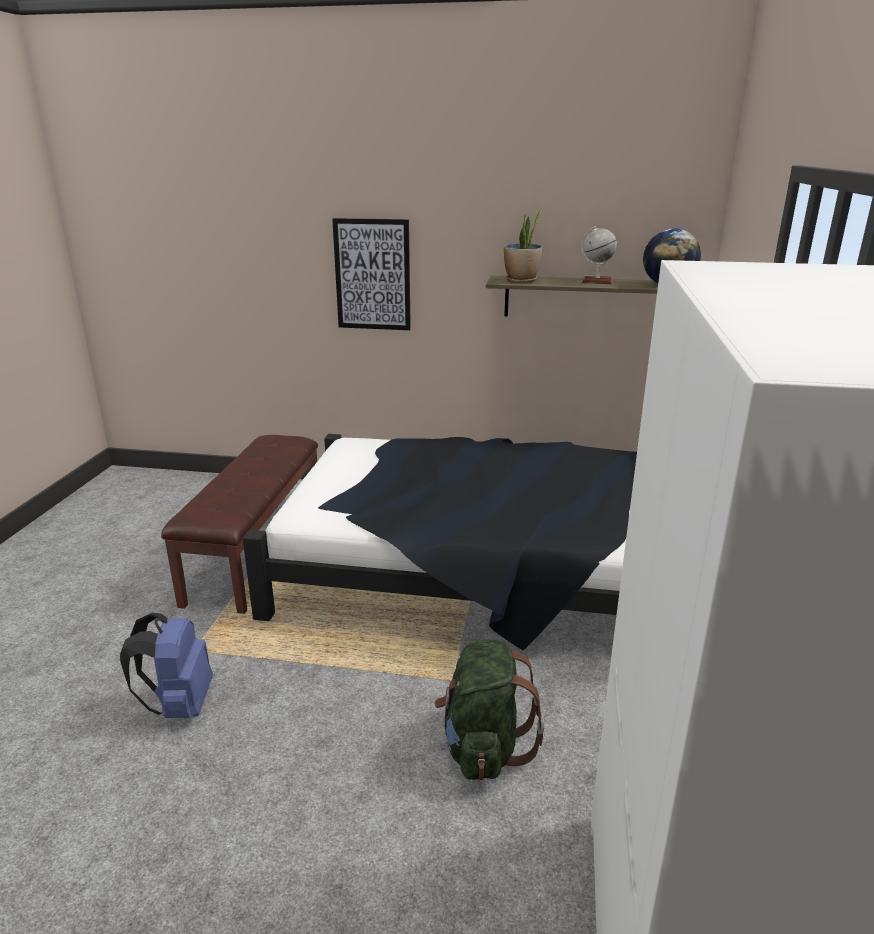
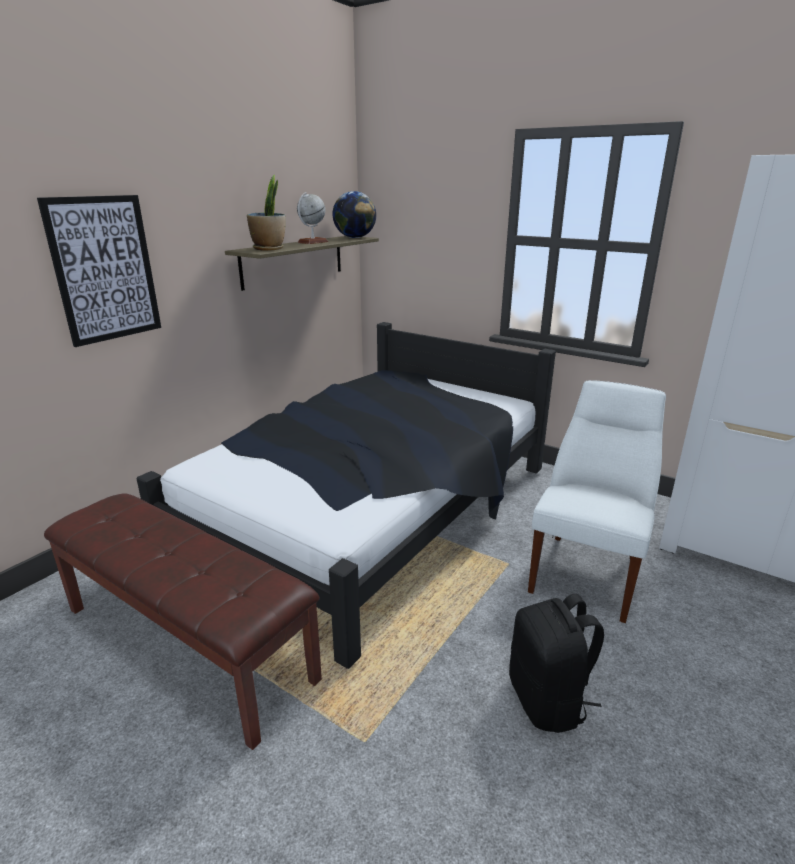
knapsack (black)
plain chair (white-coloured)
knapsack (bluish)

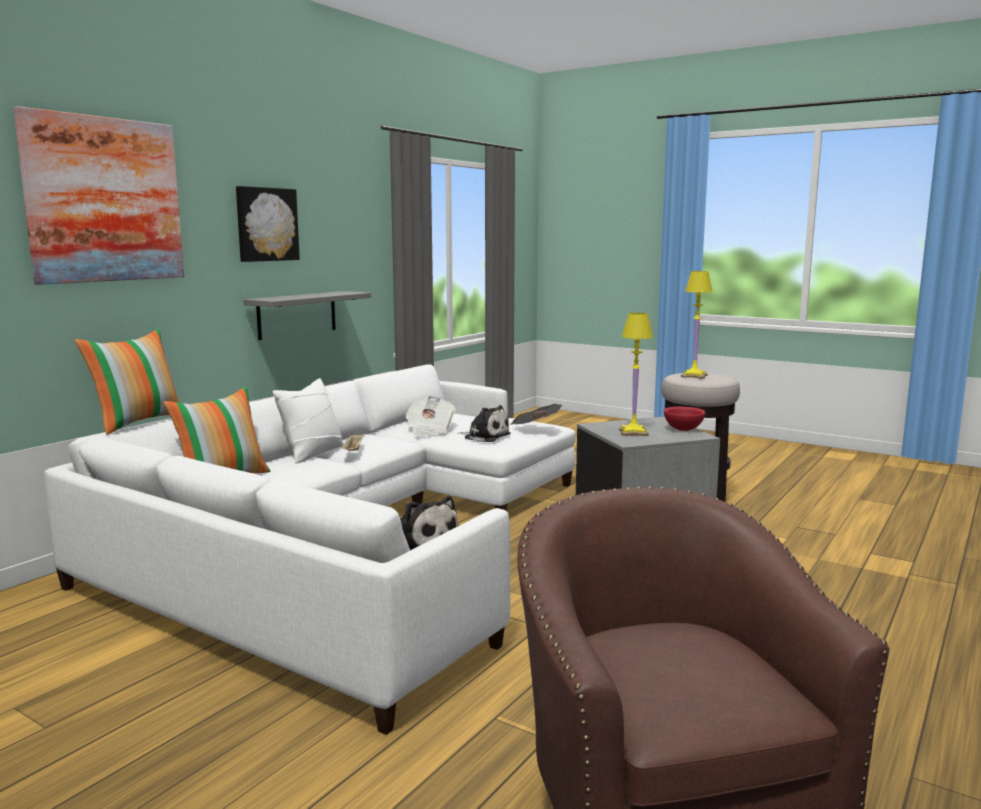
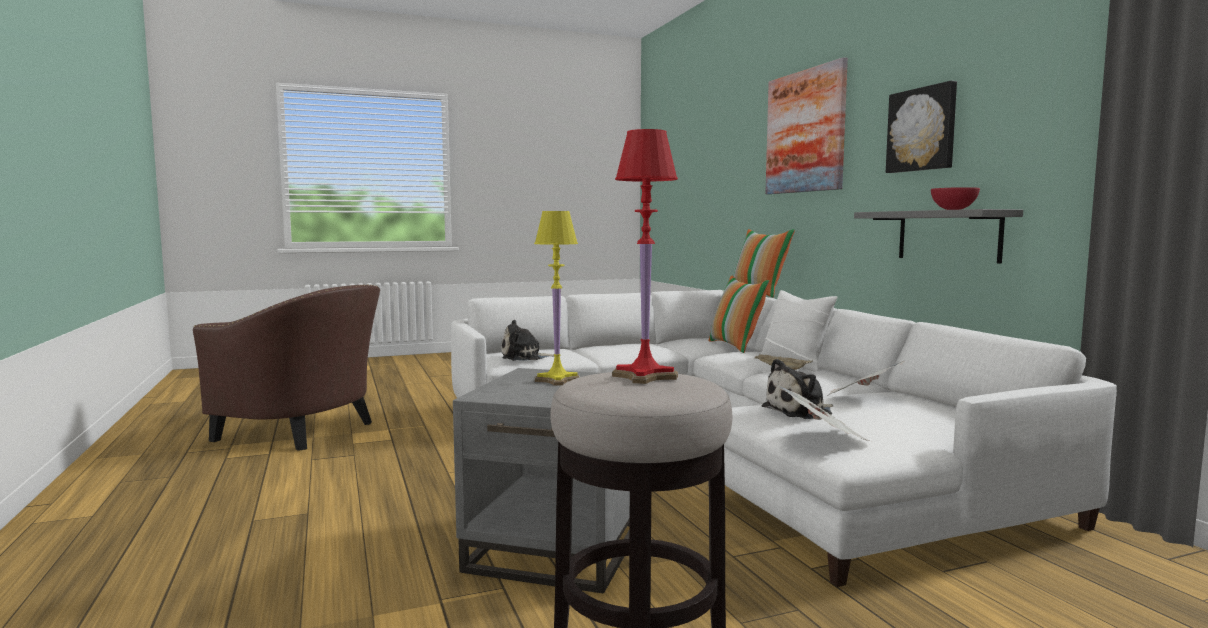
tabletop lamp (reddish)
bowl (reddish)

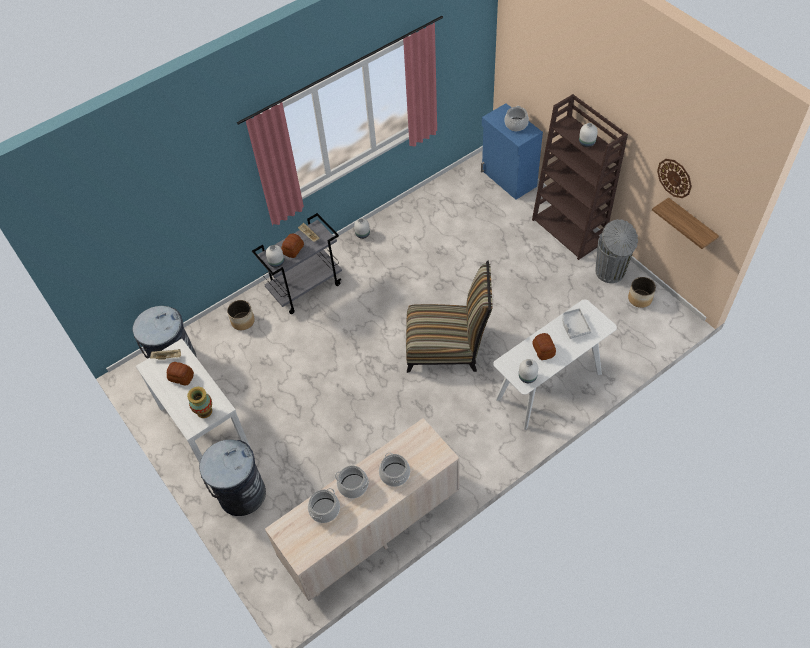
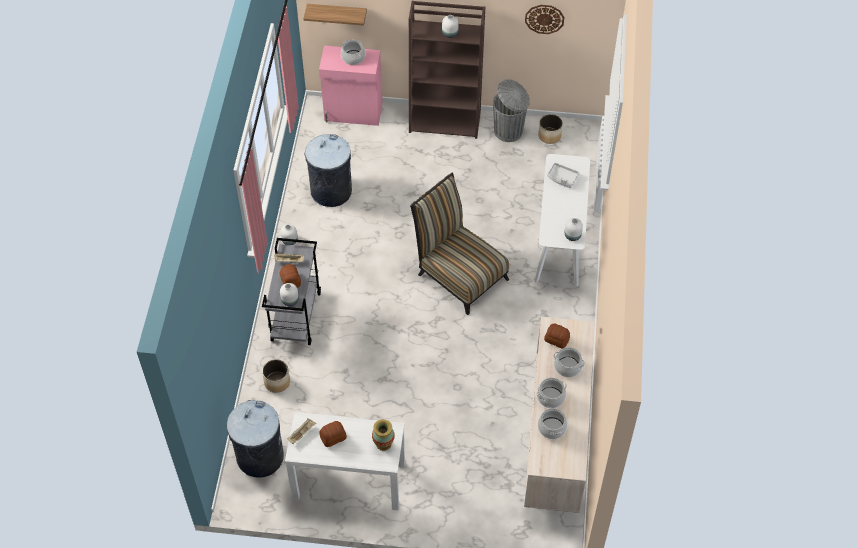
wall shelf
rubbish bin (grey) (no. 2 from left)
cupboard (pinkish)
plain chair
bread (no. 3 from left)

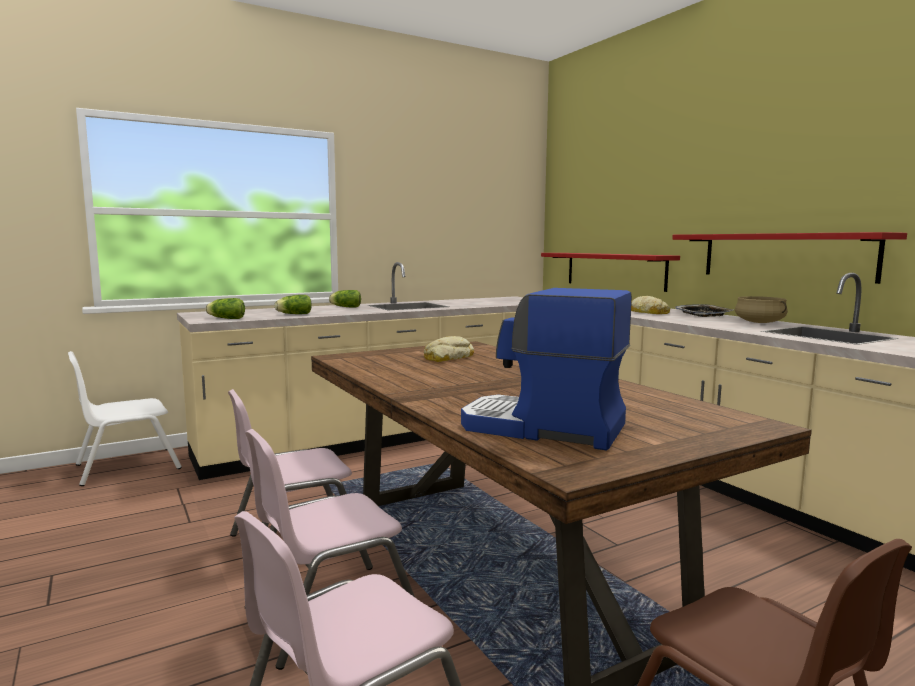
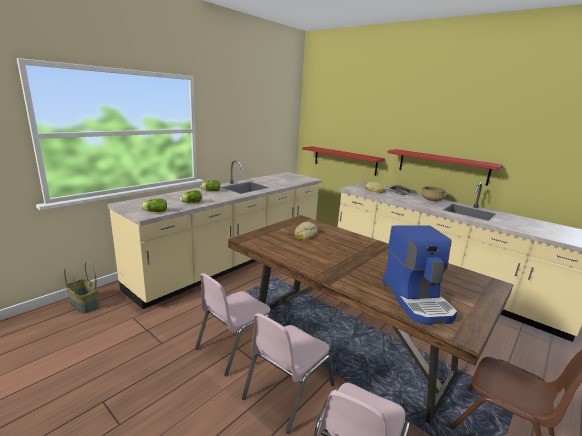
household basket
coffee maker

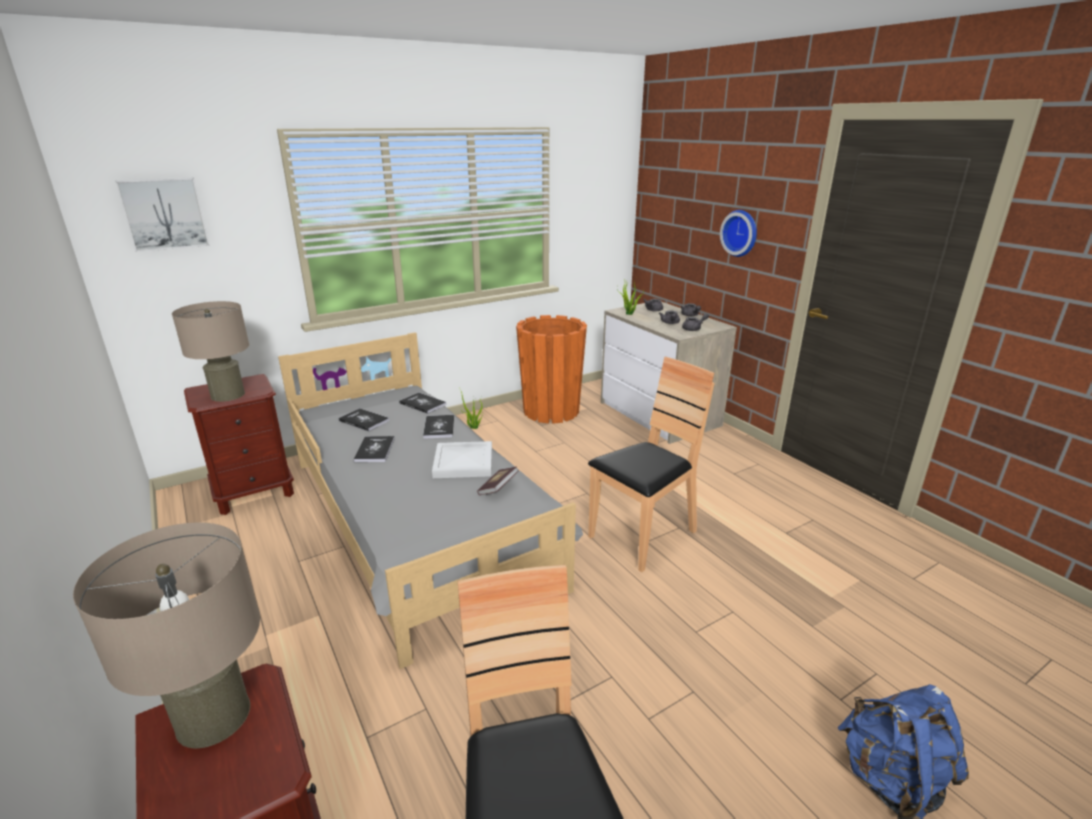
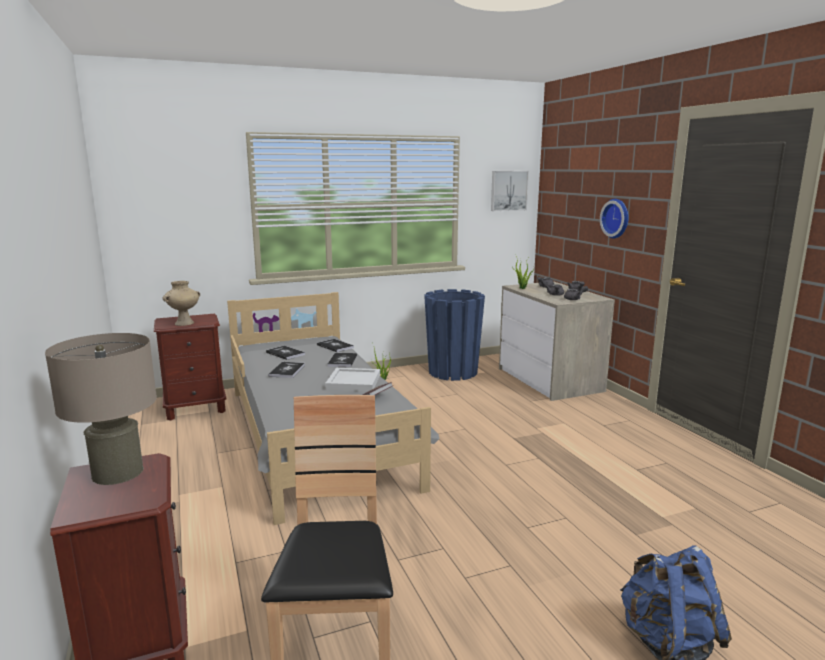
flower vase (beige-coloured)
planter (bluish)
wall art
plain chair (brown) (no. 2 from left in the first image)

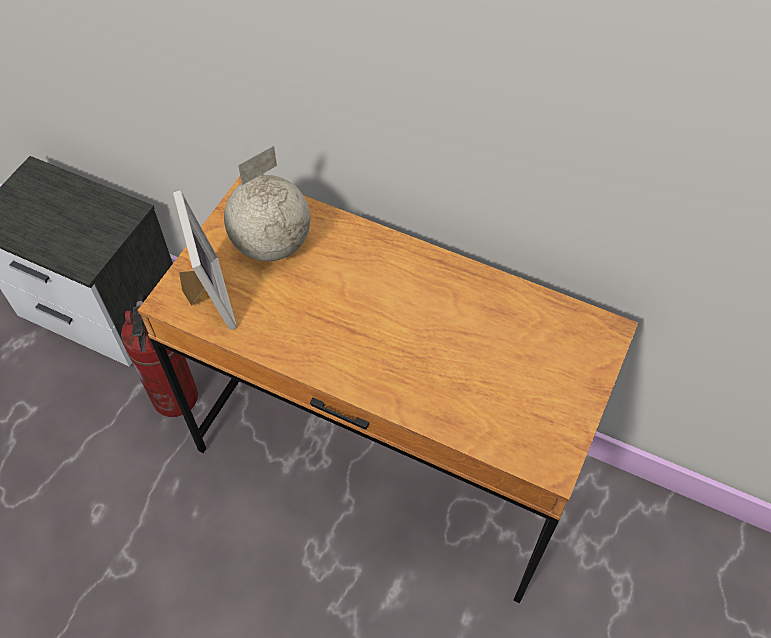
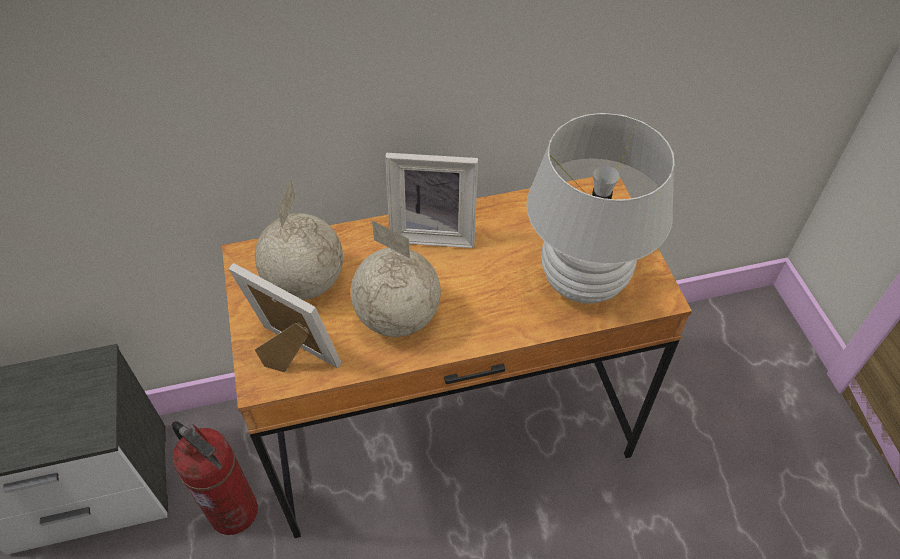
globe (no. 2 from left)
picture frame (no. 2 from left)
tabletop lamp (white-coloured)

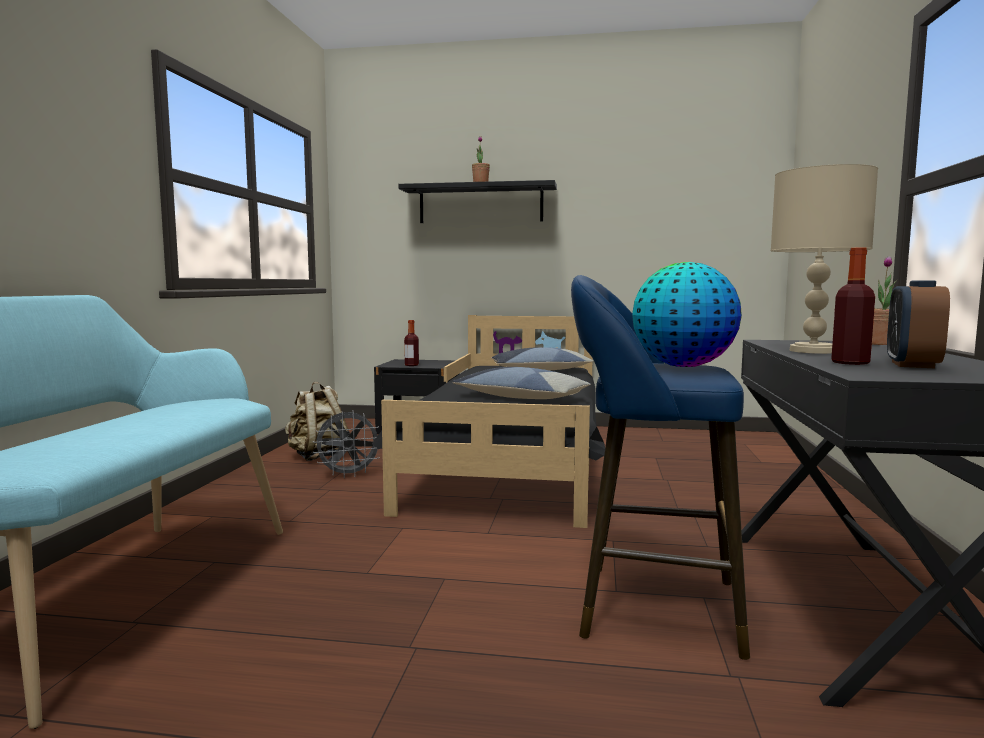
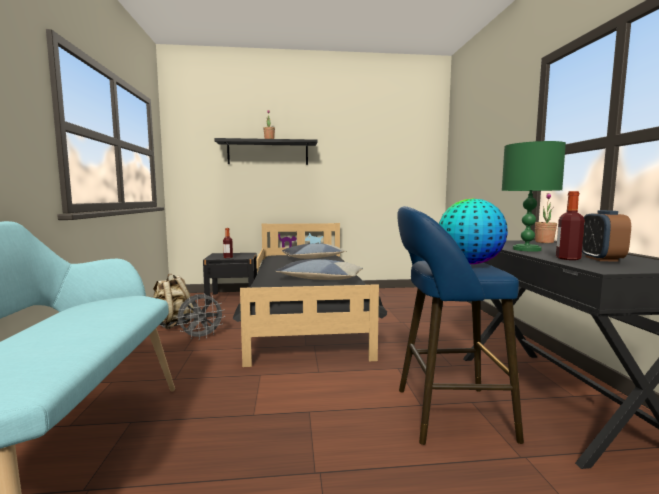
tabletop lamp (green)

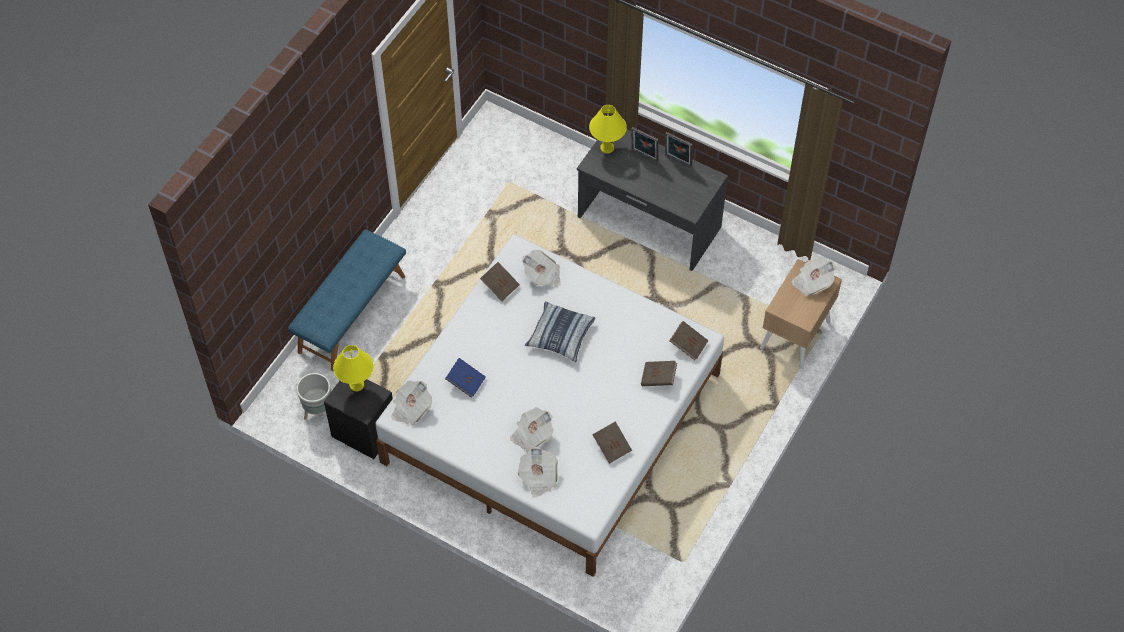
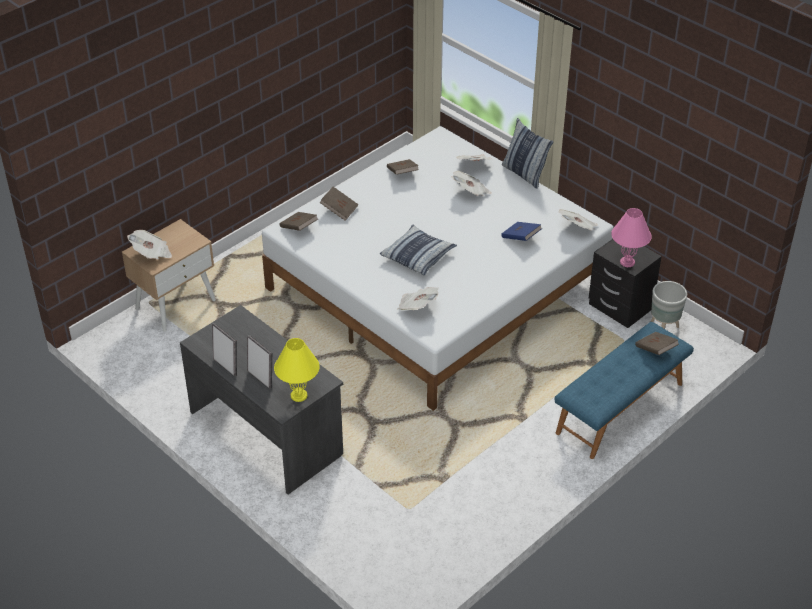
cushion (no. 2 from left)
tabletop lamp (pinkish)
book (brown) (no. 4 from left)

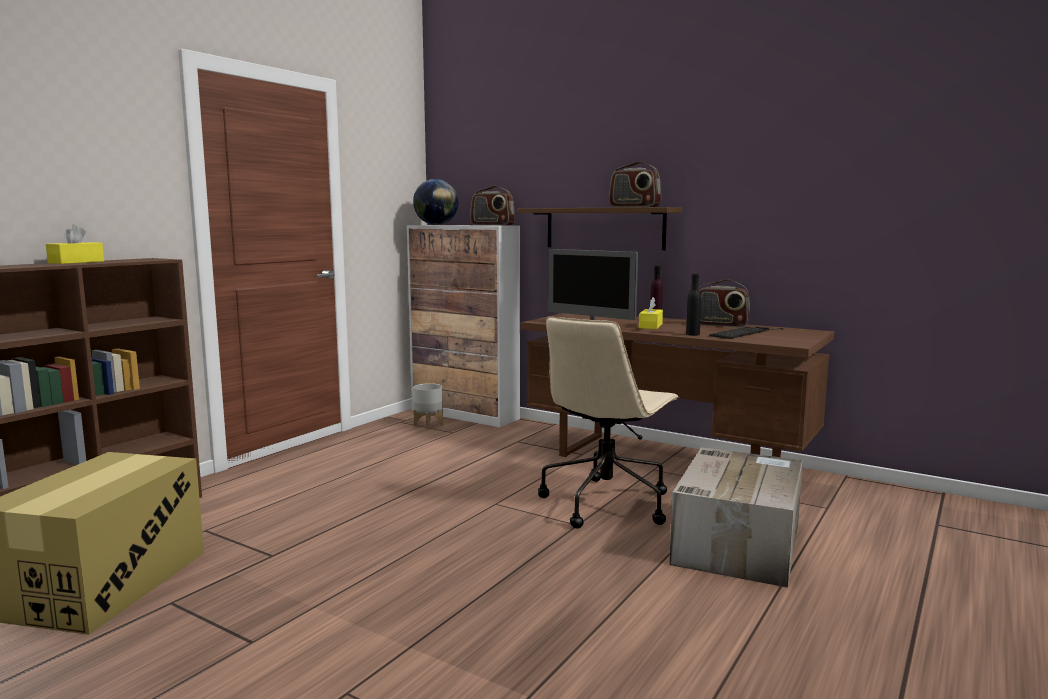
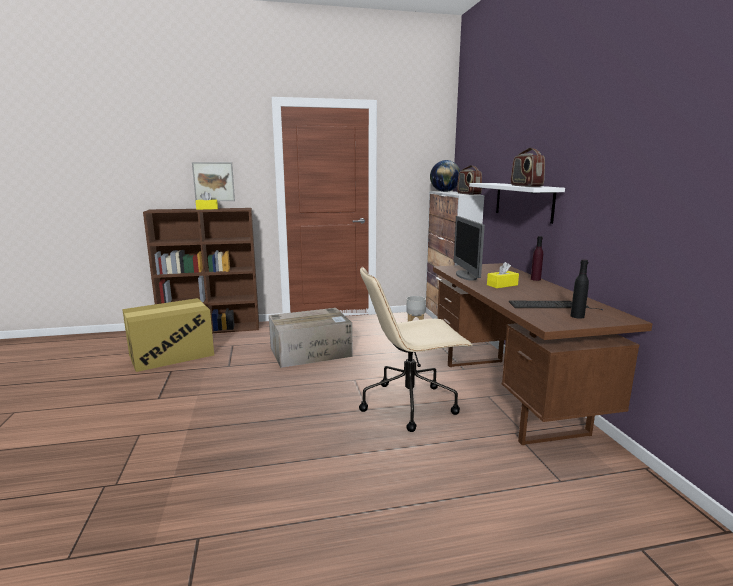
wall art
packing box (no. 2 from left)
wall shelf (white-coloured)
bottle (black)
radio receiver (no. 3 from left in the first image)

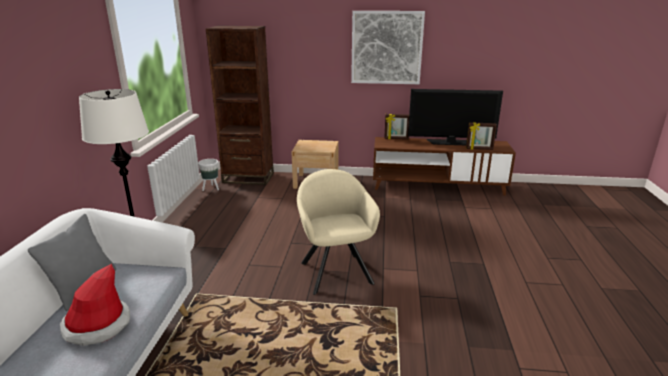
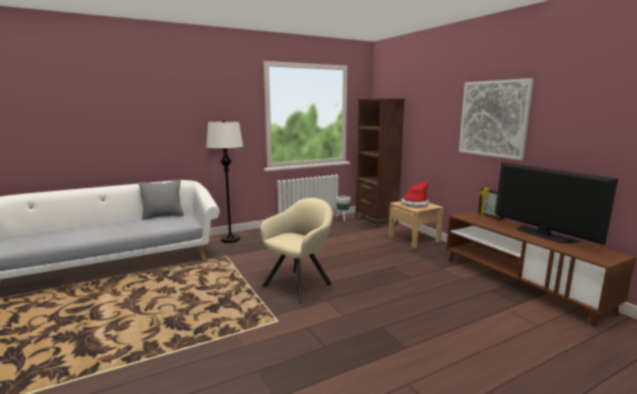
clothing hat
picture frame (no. 2 from left in the first image)

